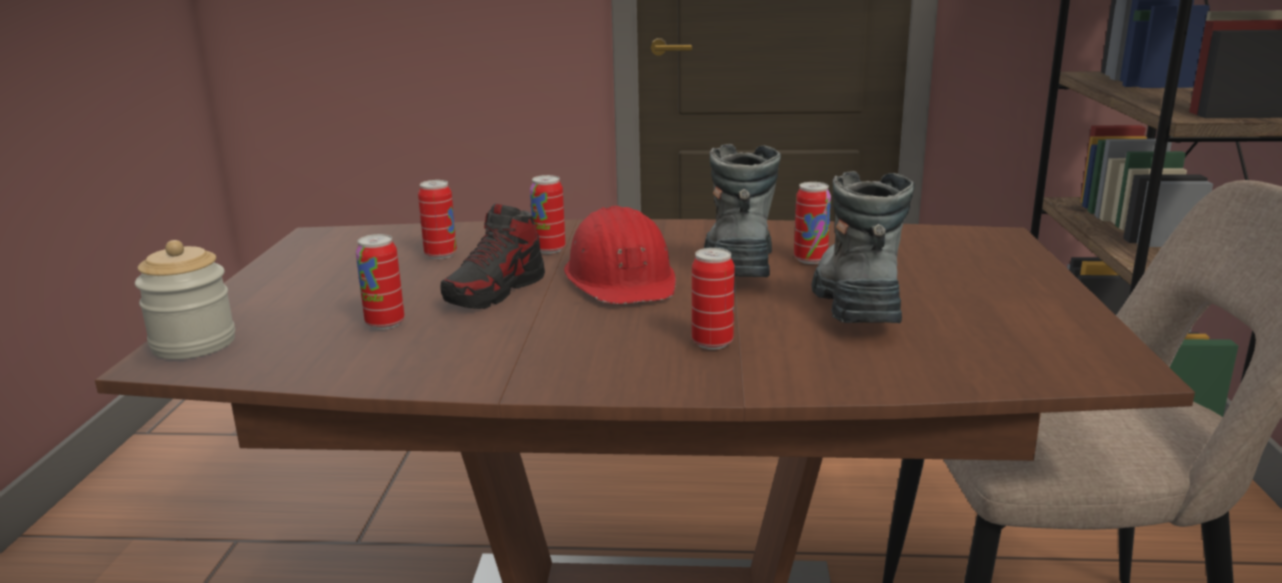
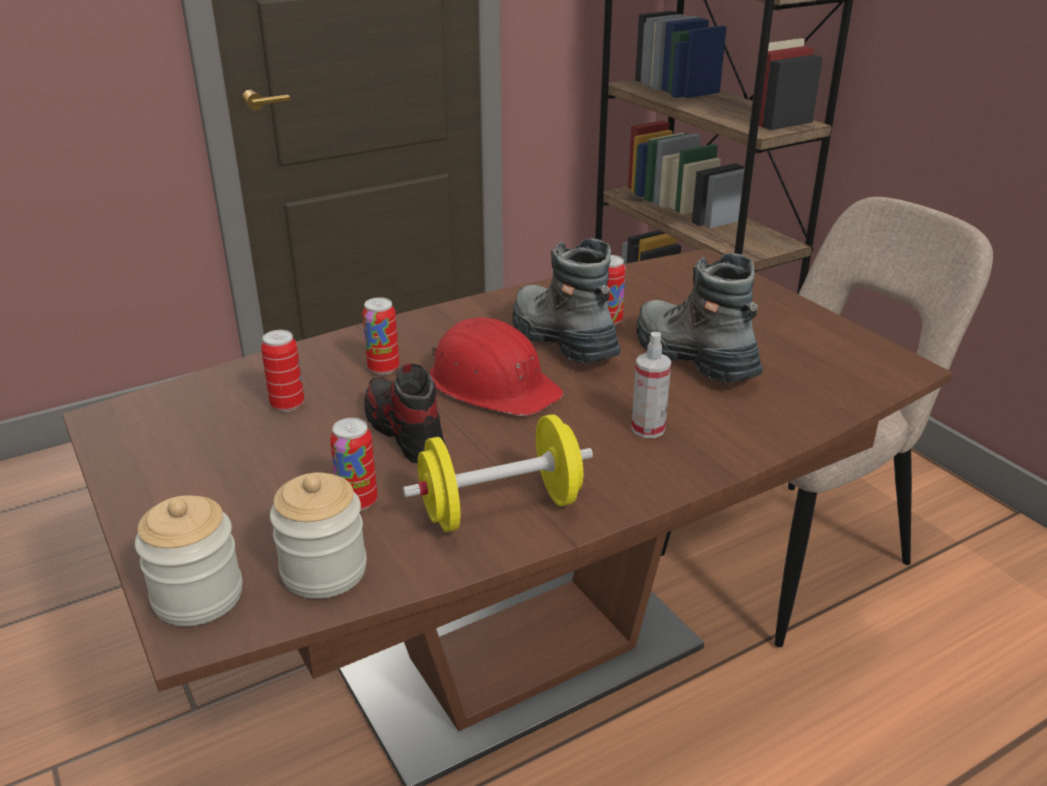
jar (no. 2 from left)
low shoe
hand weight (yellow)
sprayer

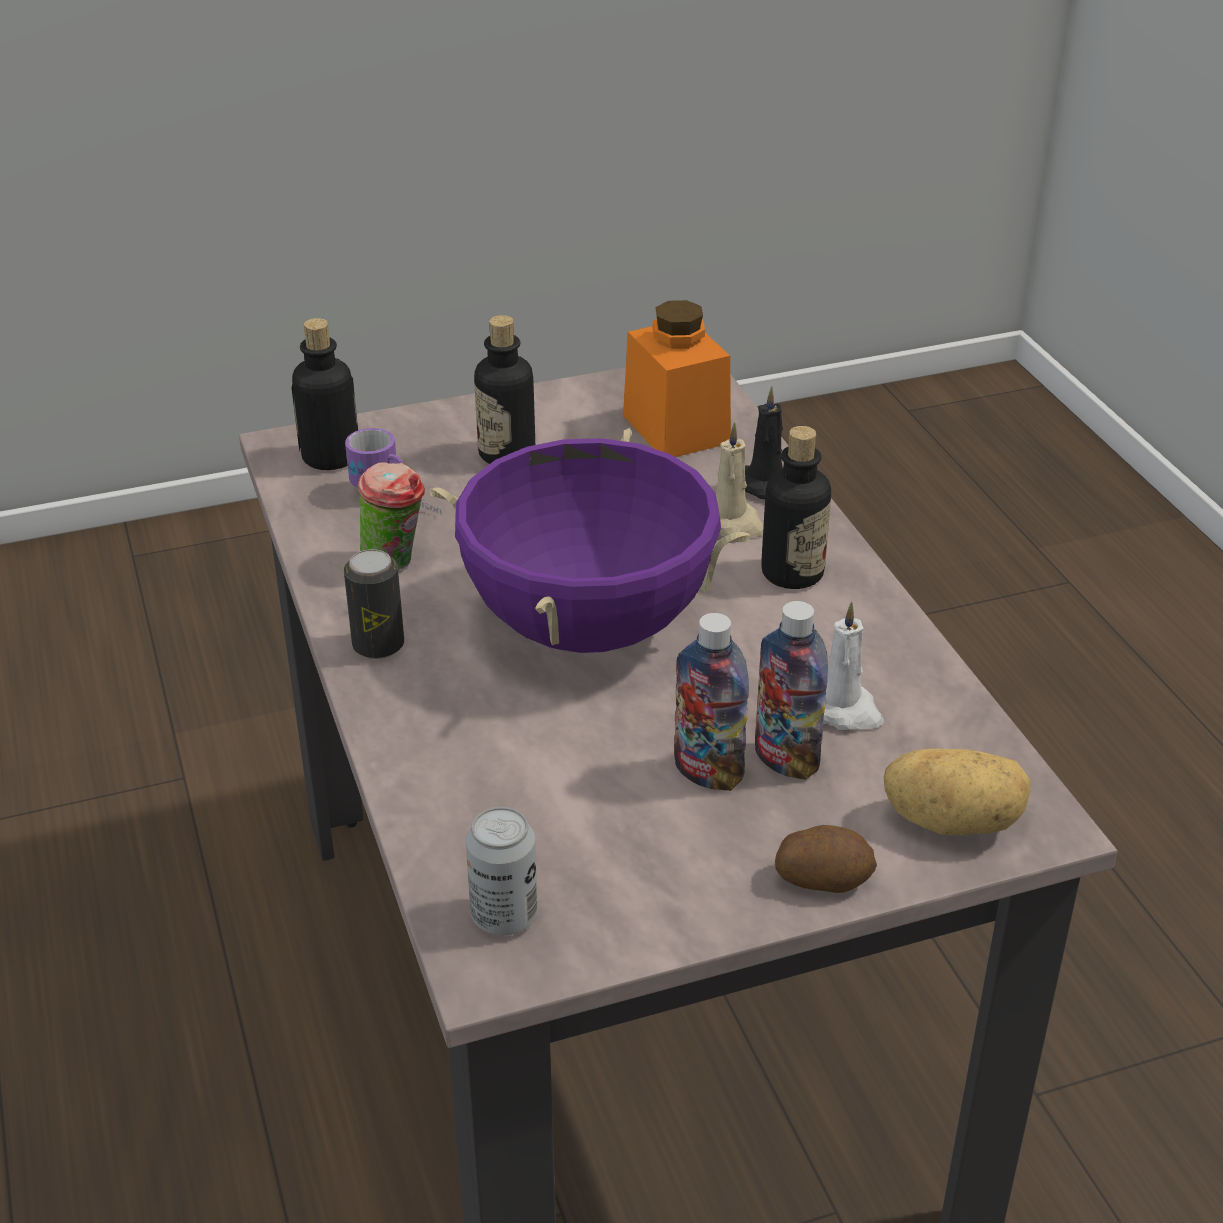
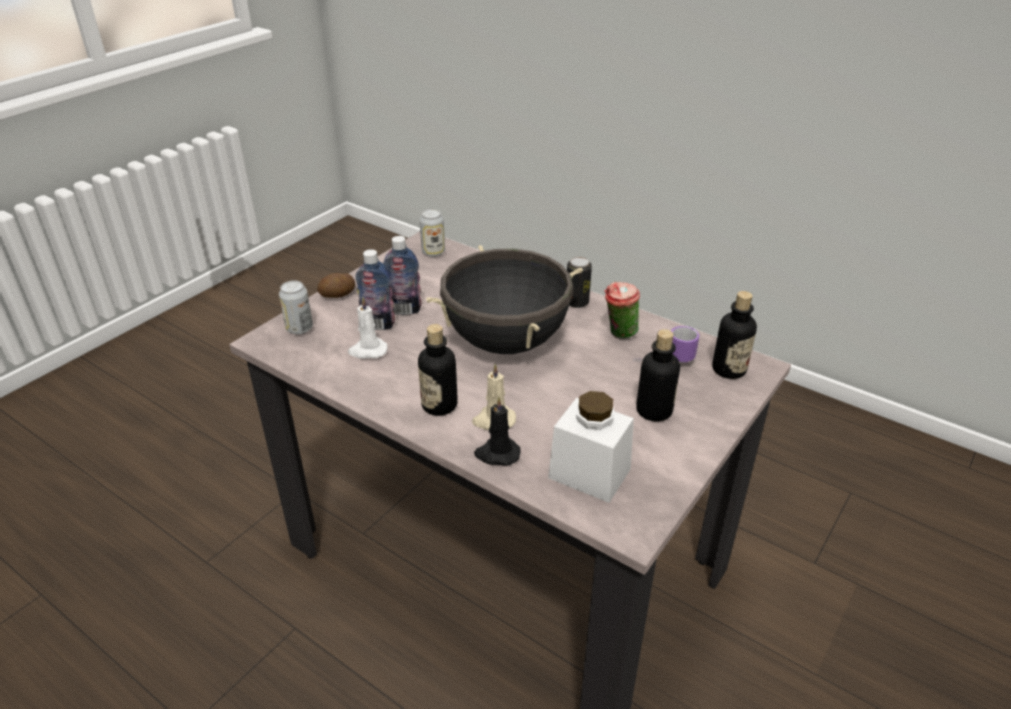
can (no. 1 from left)
stockpot (black)
jar (white-coloured)

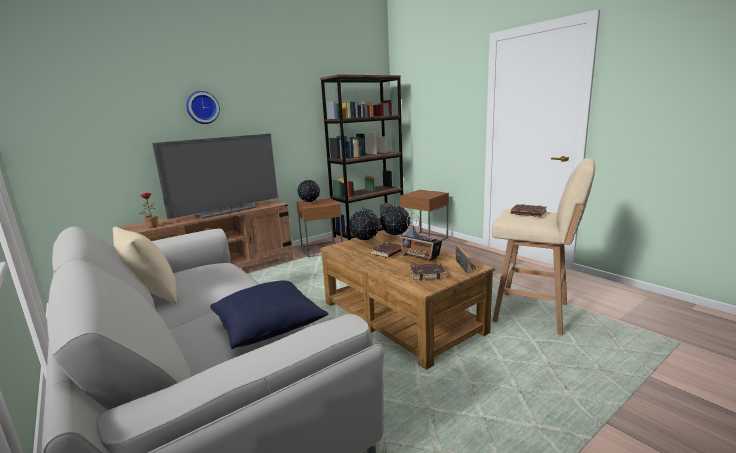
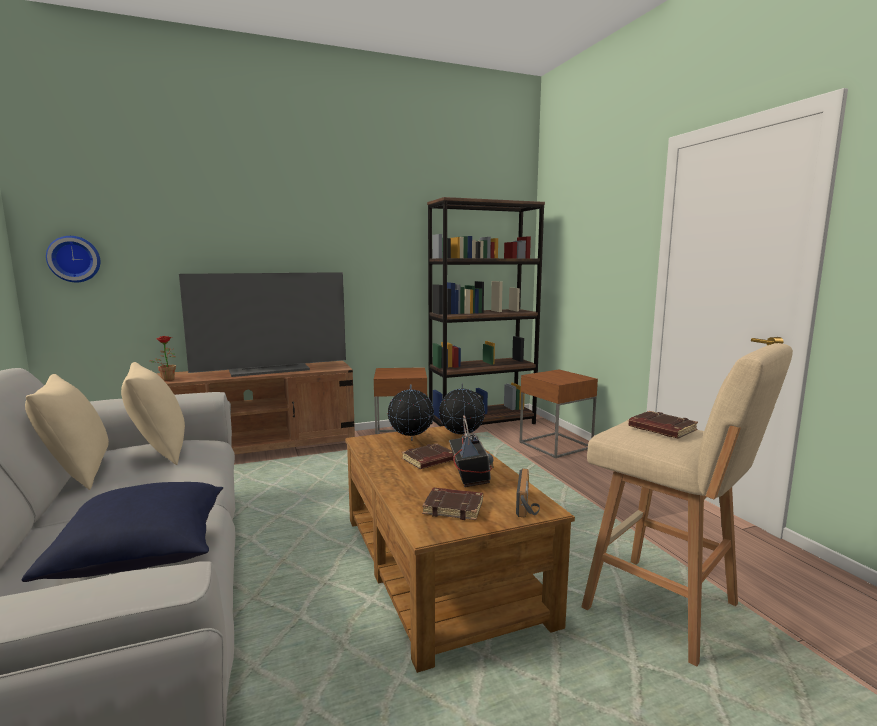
clock on the wall
cushion (beige-coloured) (no. 2 from left)
radio receiver (no. 1 from left)
globe (no. 1 from left in the first image)

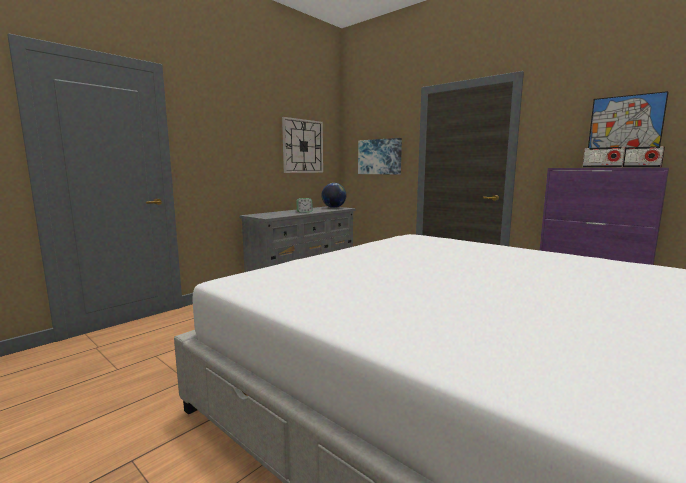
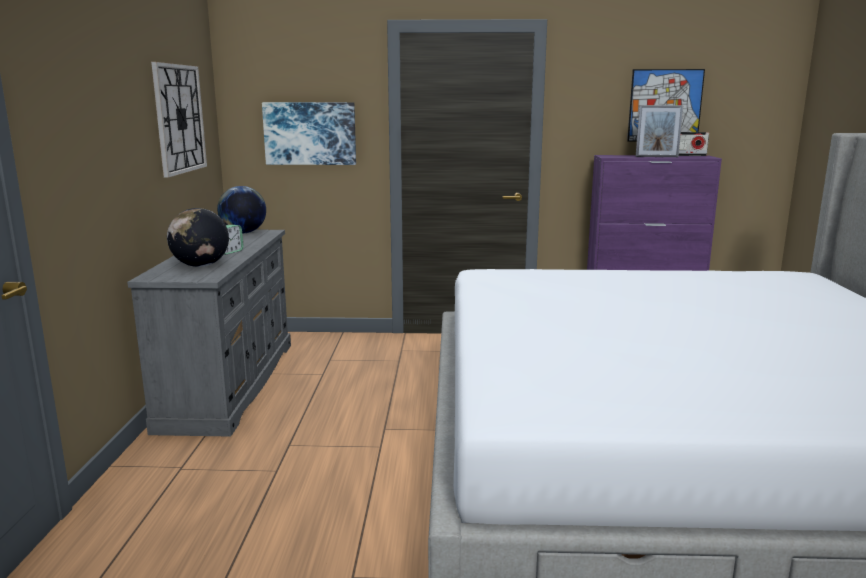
globe (no. 1 from left)
picture frame

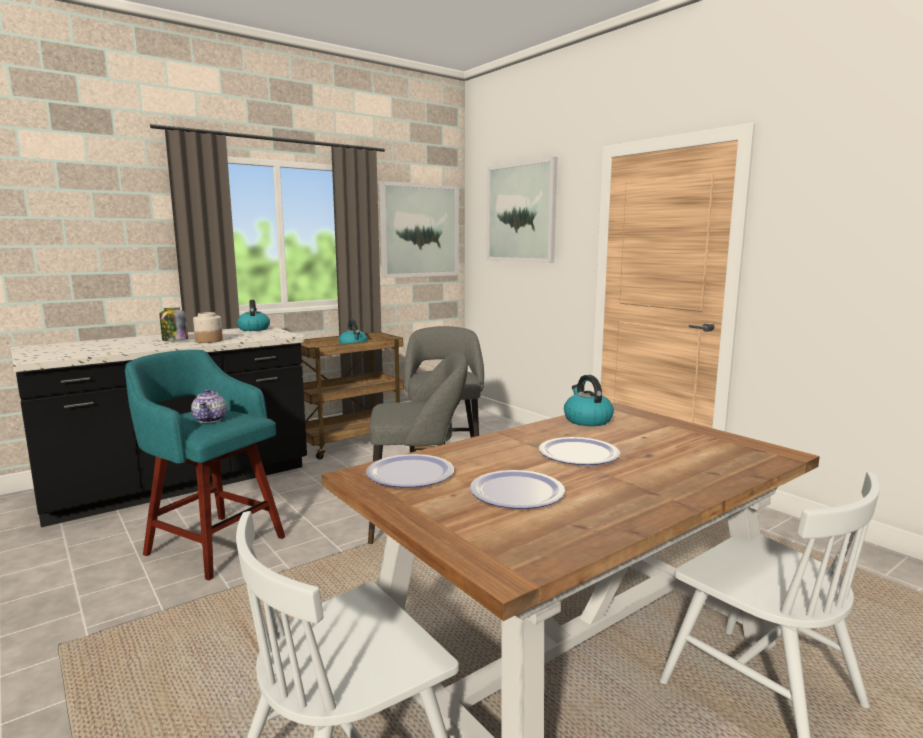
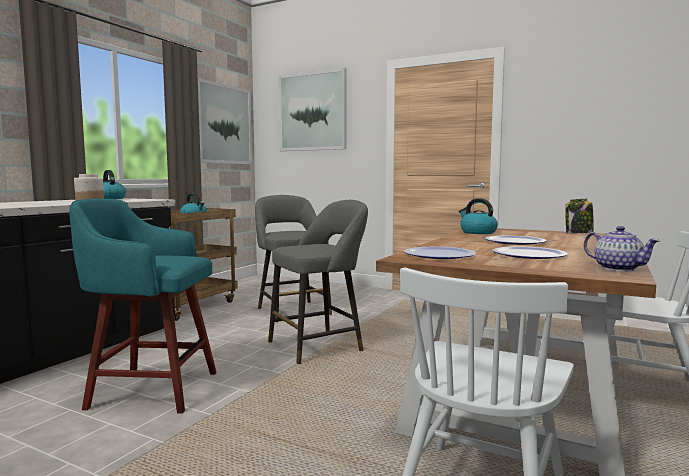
jar (no. 2 from left)
tea pot

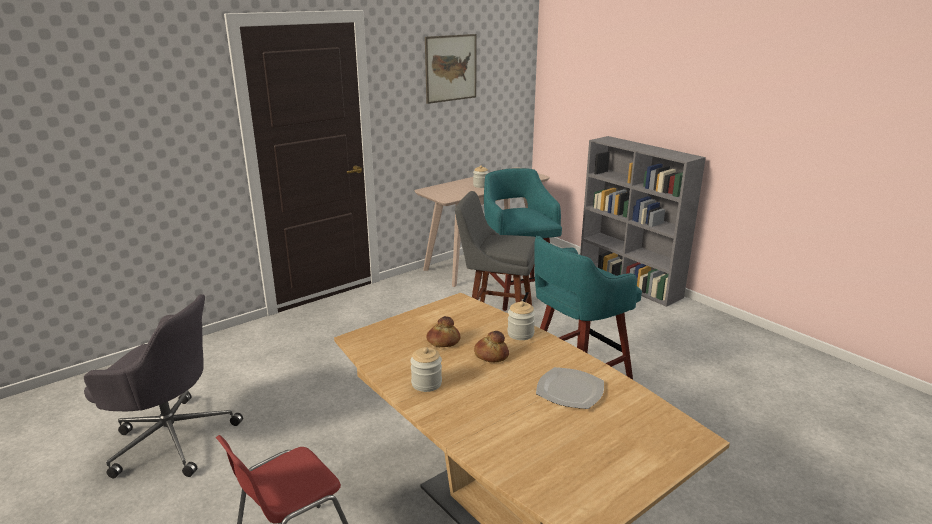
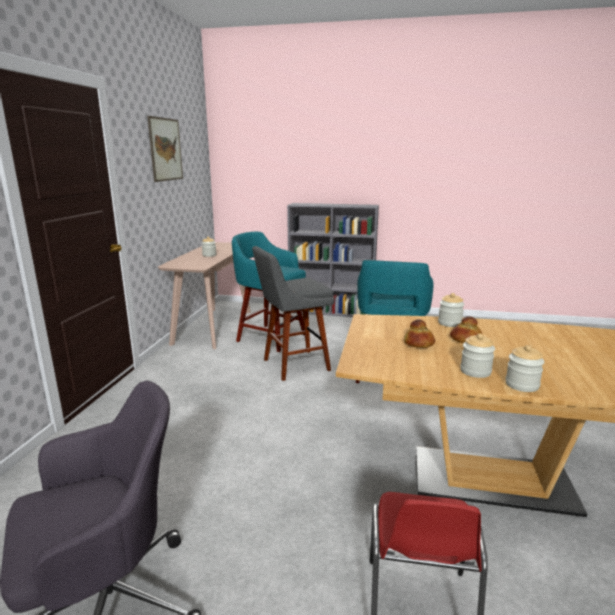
jar (no. 4 from left)
plate

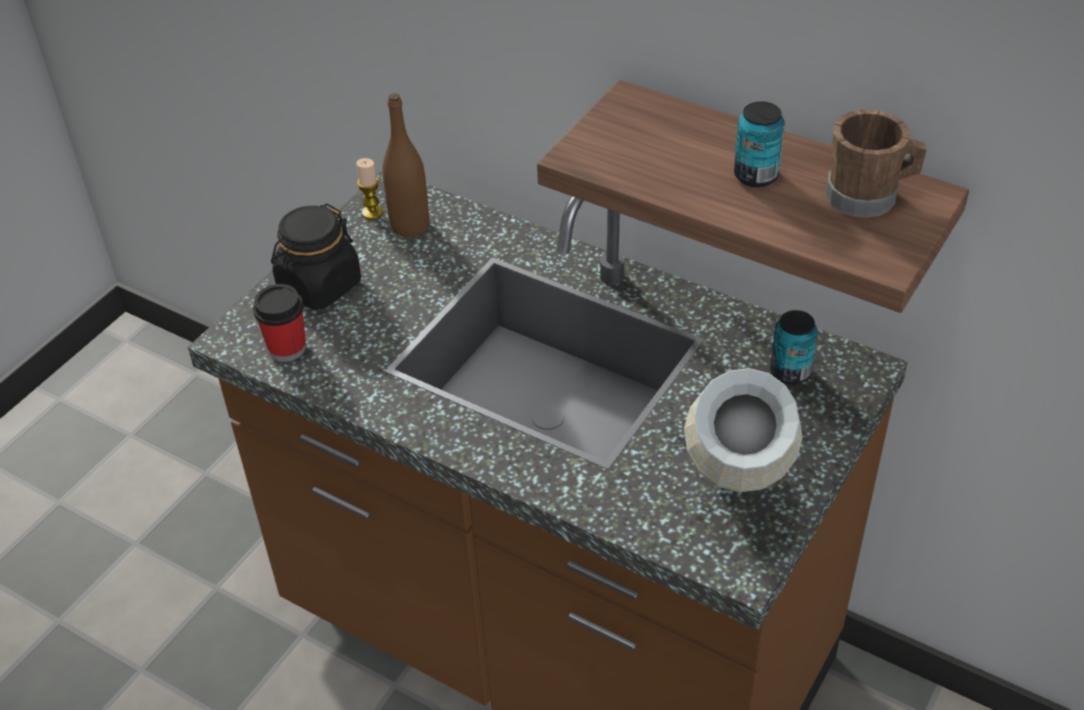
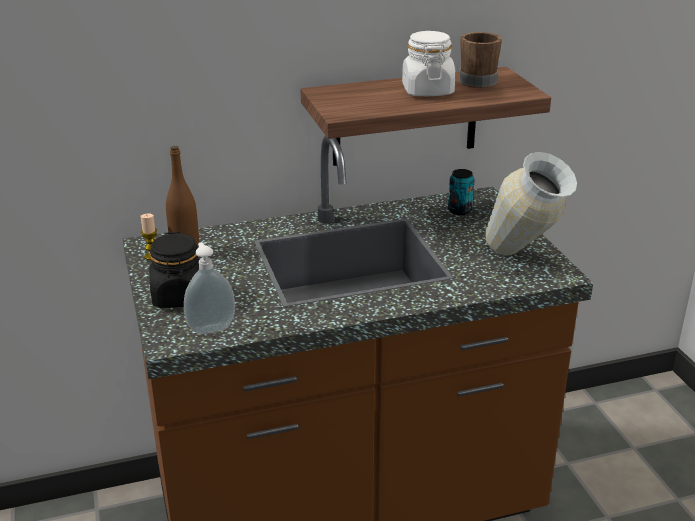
liquid soap bottle
jar (white-coloured)

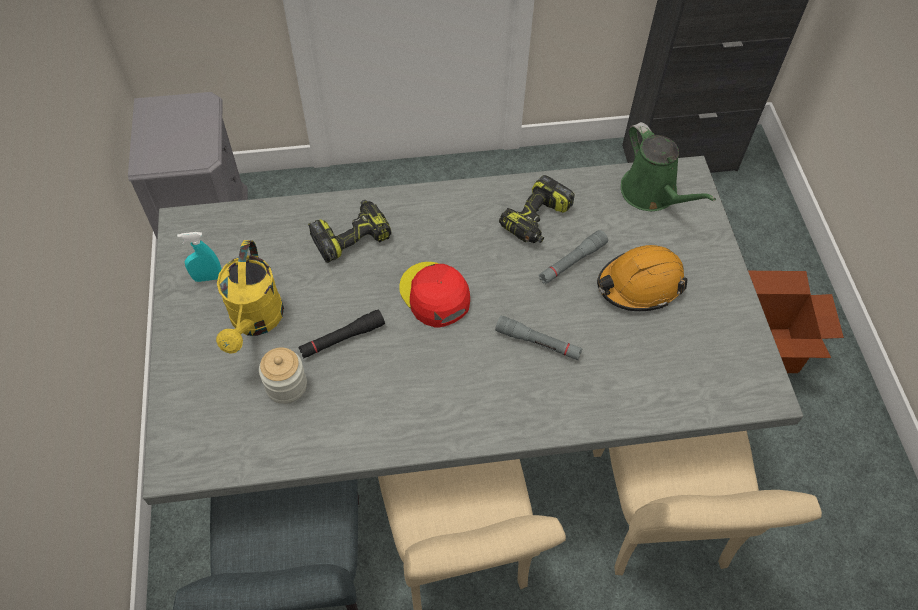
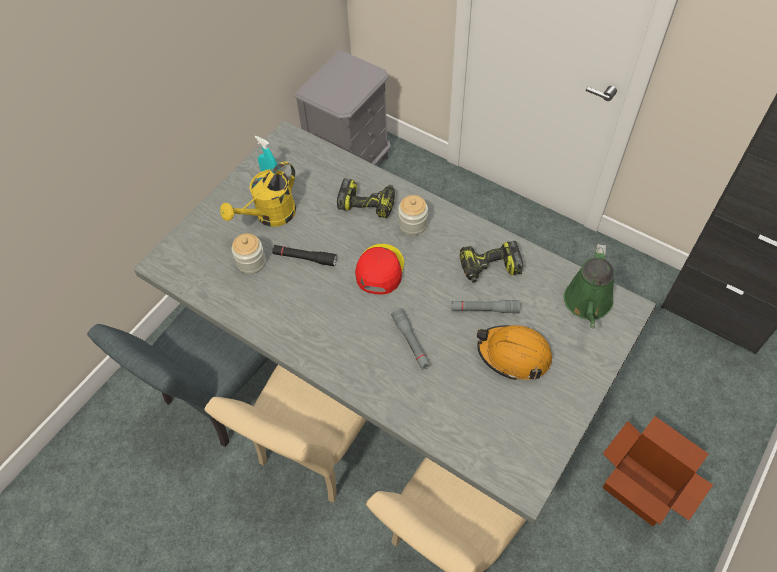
jar (no. 2 from left)

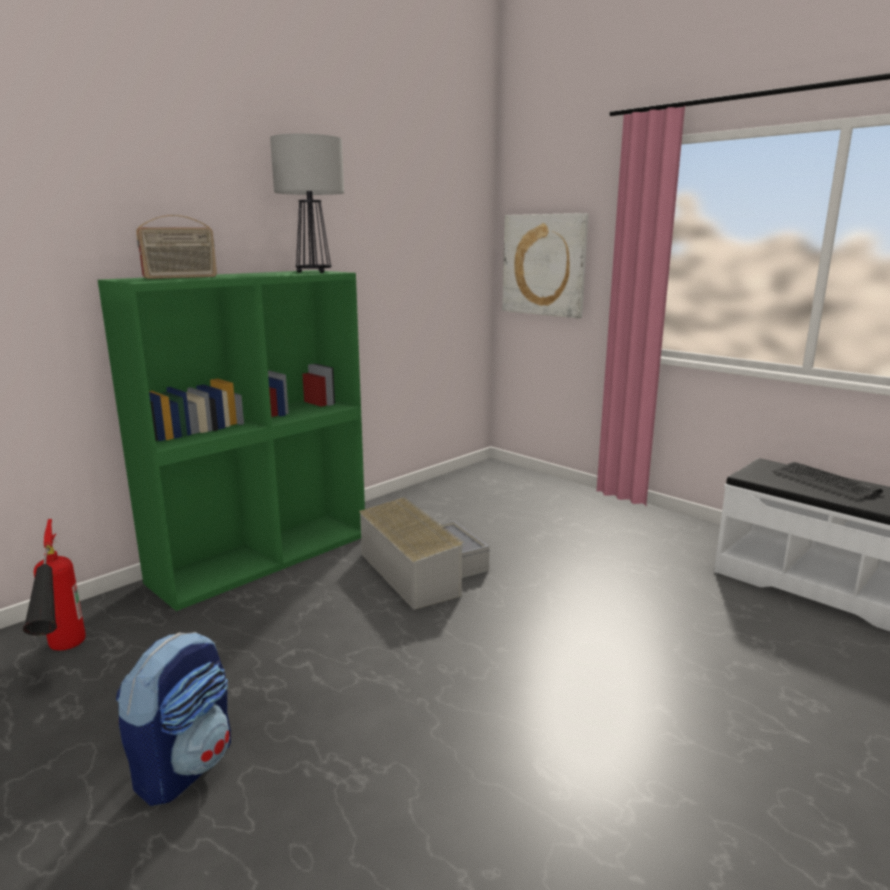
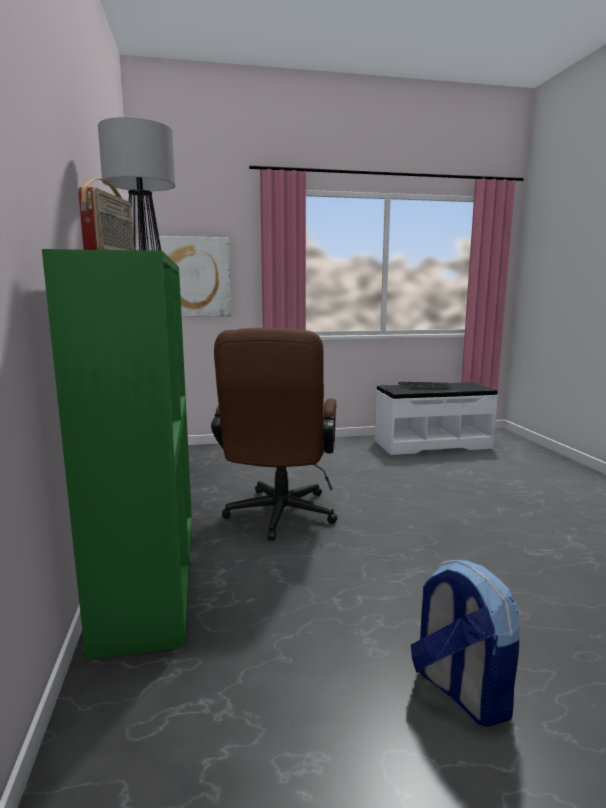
computer chair (brown)
extinguisher

